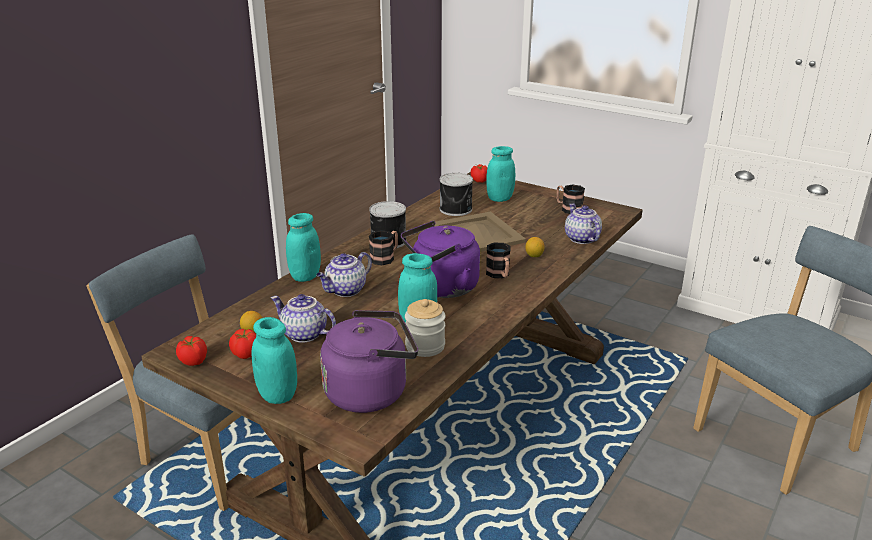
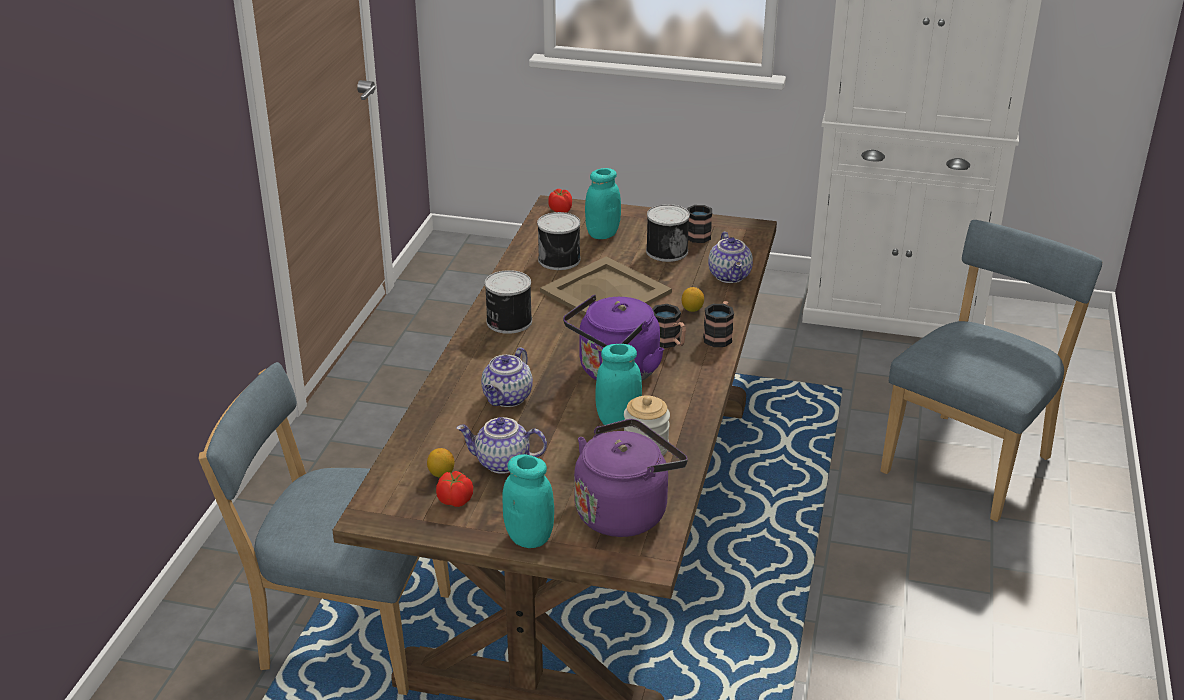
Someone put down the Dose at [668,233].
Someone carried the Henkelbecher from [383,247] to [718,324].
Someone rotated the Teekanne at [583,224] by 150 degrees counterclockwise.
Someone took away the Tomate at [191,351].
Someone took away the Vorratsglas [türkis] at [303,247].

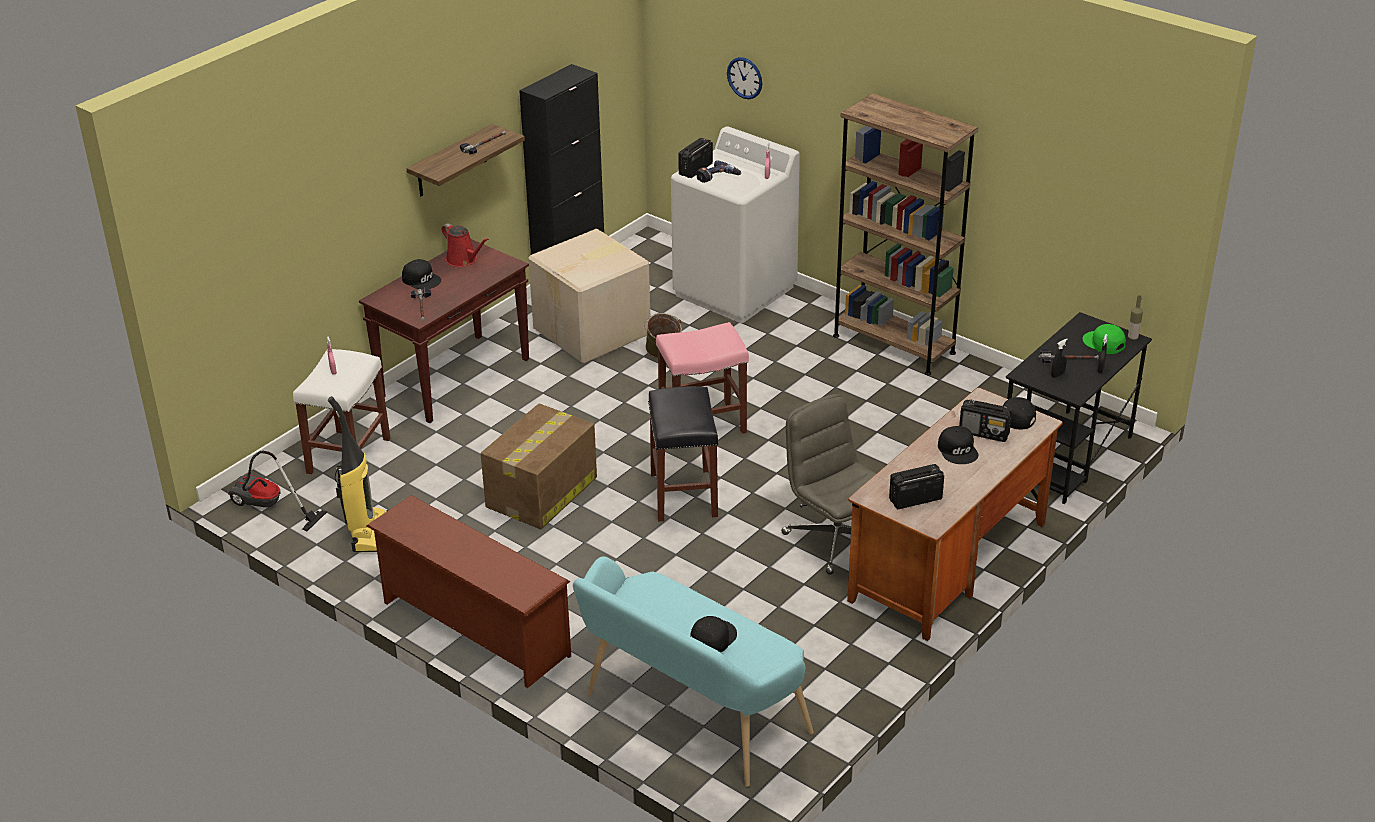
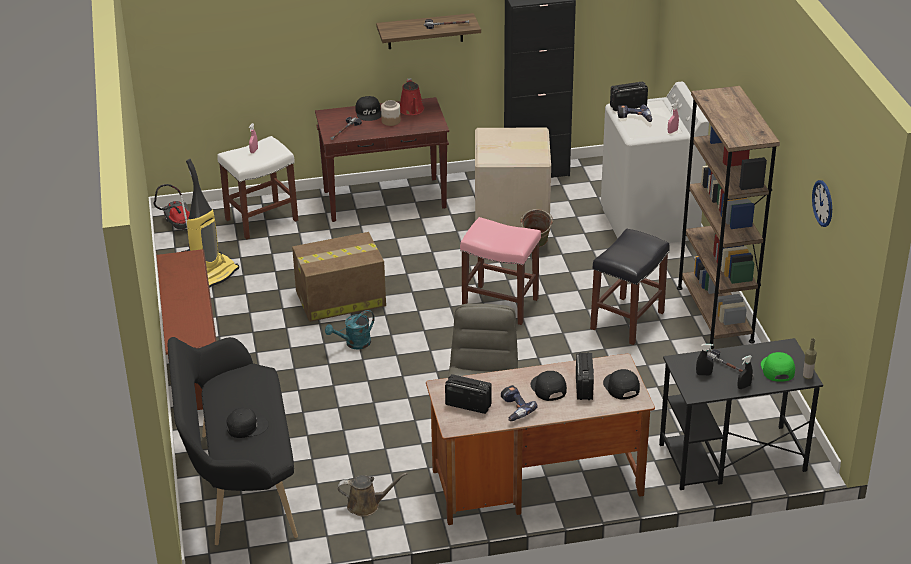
Someone repainted the Bank [türkis] at [693,671], which became the Bank [schwarz] at [233,441].
Someone put down the Gießkanne [türkis] at [350,330].
Someone put down the Gießkanne [braun] at [372,495].
Someone put down the Vorratsglas at [391,113].
Someone put down the Bohrmaschine at [519,403].
Someone rotated the Kappe [schwarz] at [958,445] by 135 degrees clockwise.
Someone rotated the Radio at [985,420] by 150 degrees counterclockwise.
Someone carried the Hocker [schwarz] from [683,454] to [630,286].
Someone carried the Wanduhr from [744,78] to [822,203].

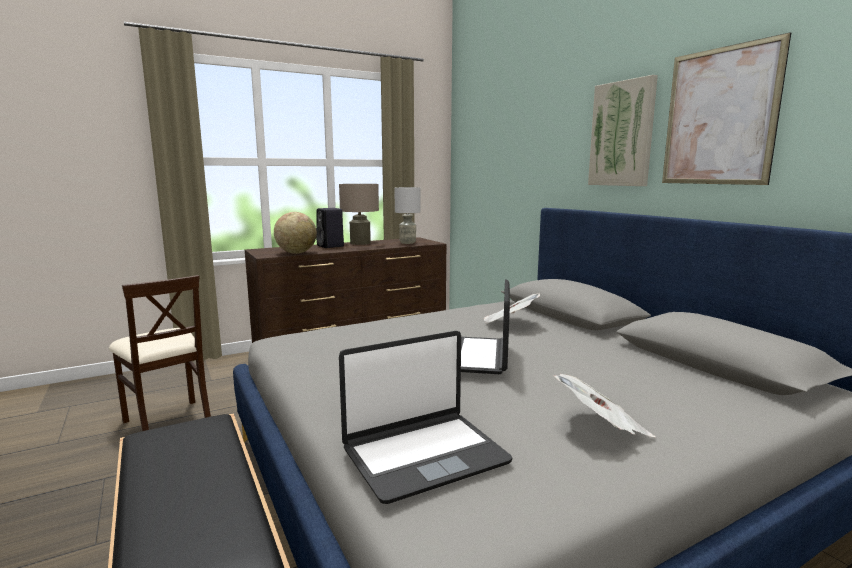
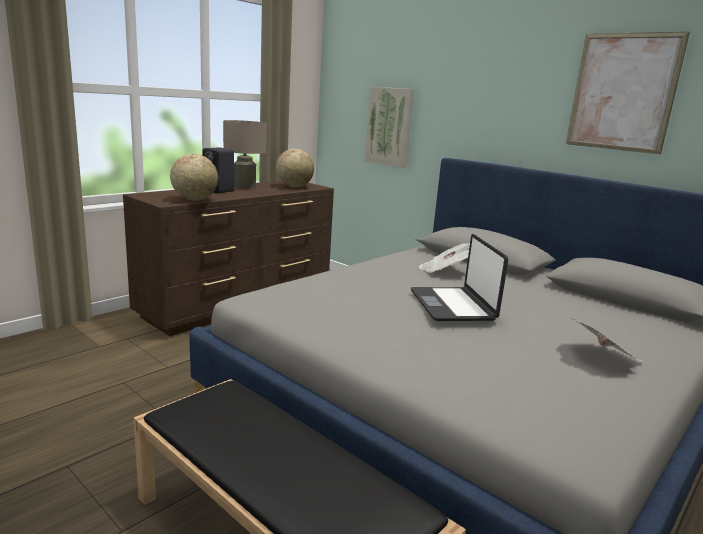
Someone swapped the Tischlampe [grau] at [407,215] for the Globus at [295,168].
Someone carried the Bild from [623,130] to [389,127].
Someone took away the Stuhl [beige] at [160,353].
Someone took away the Laptop at [426,417].

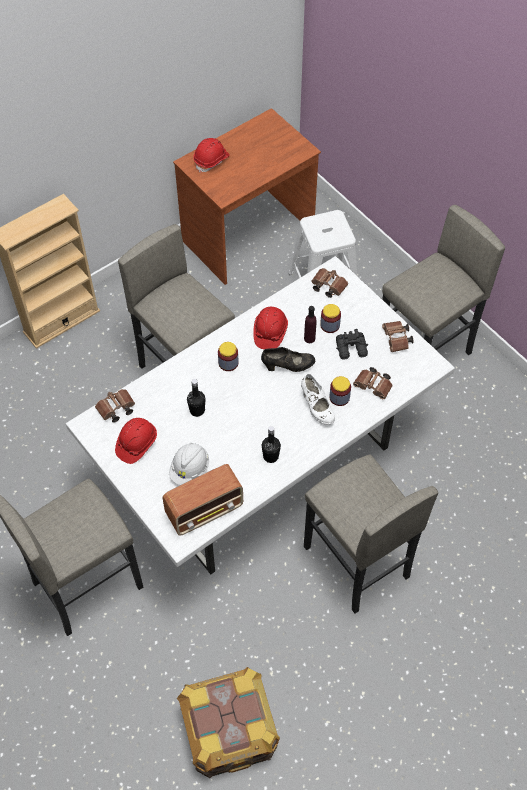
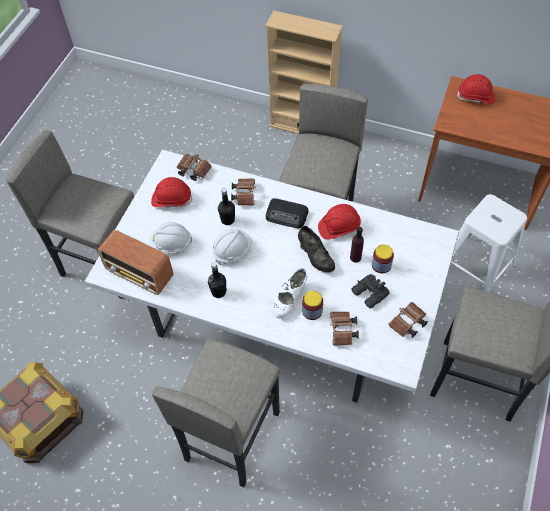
Someone put down the Schutzhelm [weiß] at [232,247].
Someone carried the Fernglas [braun] from [330,283] to [243,191].
Someone swapped the Vorratsglas at [228,356] for the Radio at [287,213].

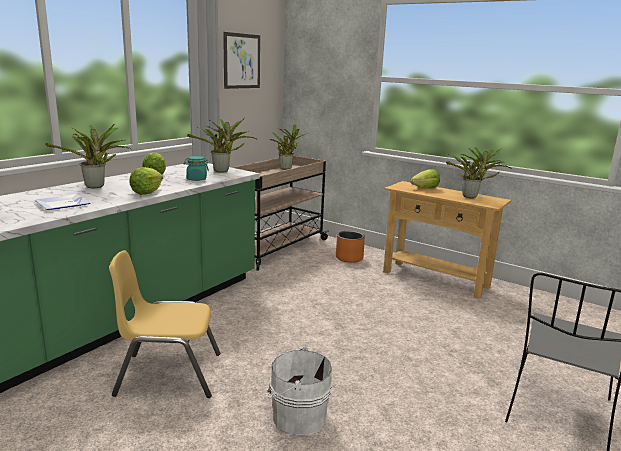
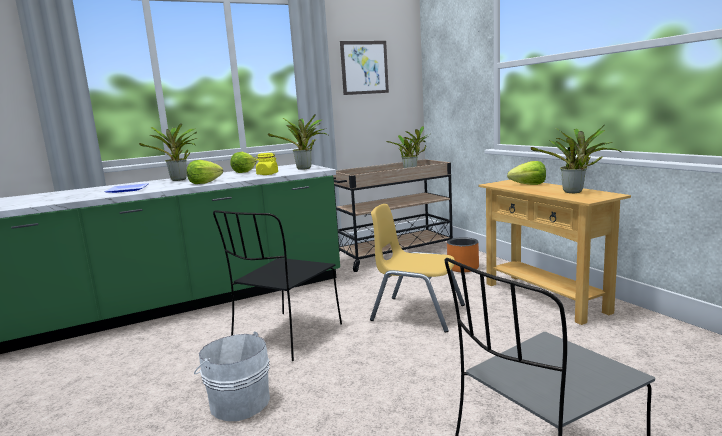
Someone put down the Stuhl [schwarz] at [277,285].
Someone repainted the Vorratsglas [türkis] at [196,168], which became the Vorratsglas [gelb] at [266,164].
Someone carried the Stuhl [gelb] from [164,324] to [417,268].

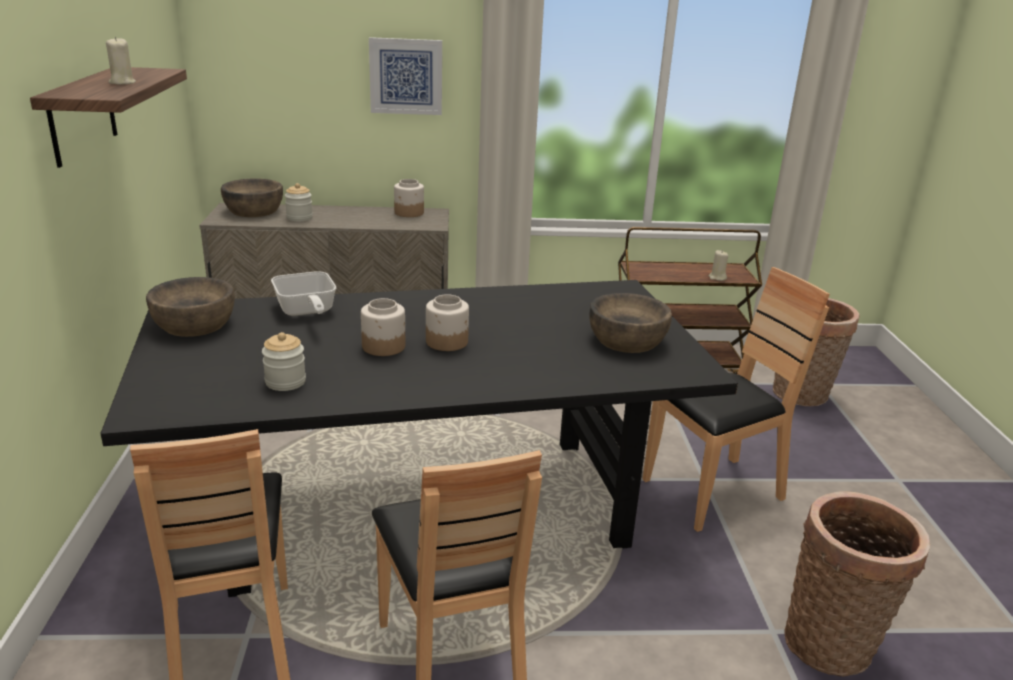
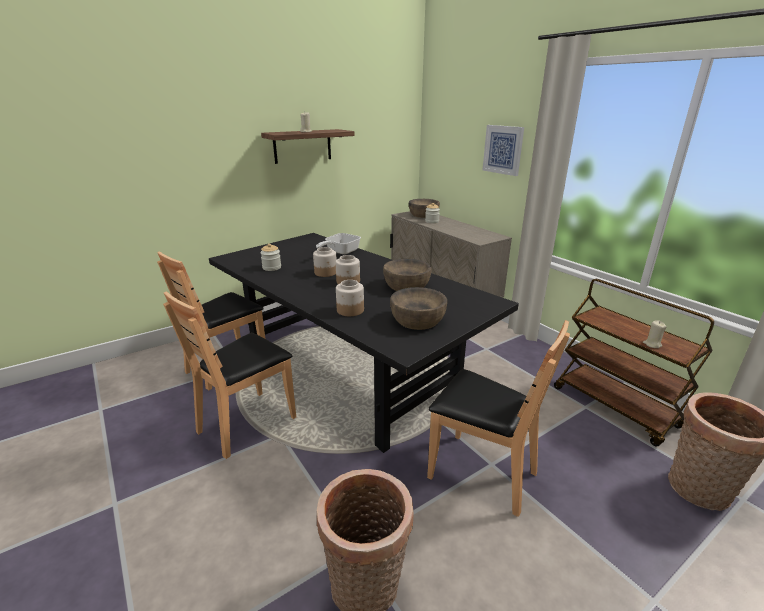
Someone carried the Vorratsglas from [409,198] to [350,298].
Someone carried the Schüssel [braun] from [190,307] to [407,275].

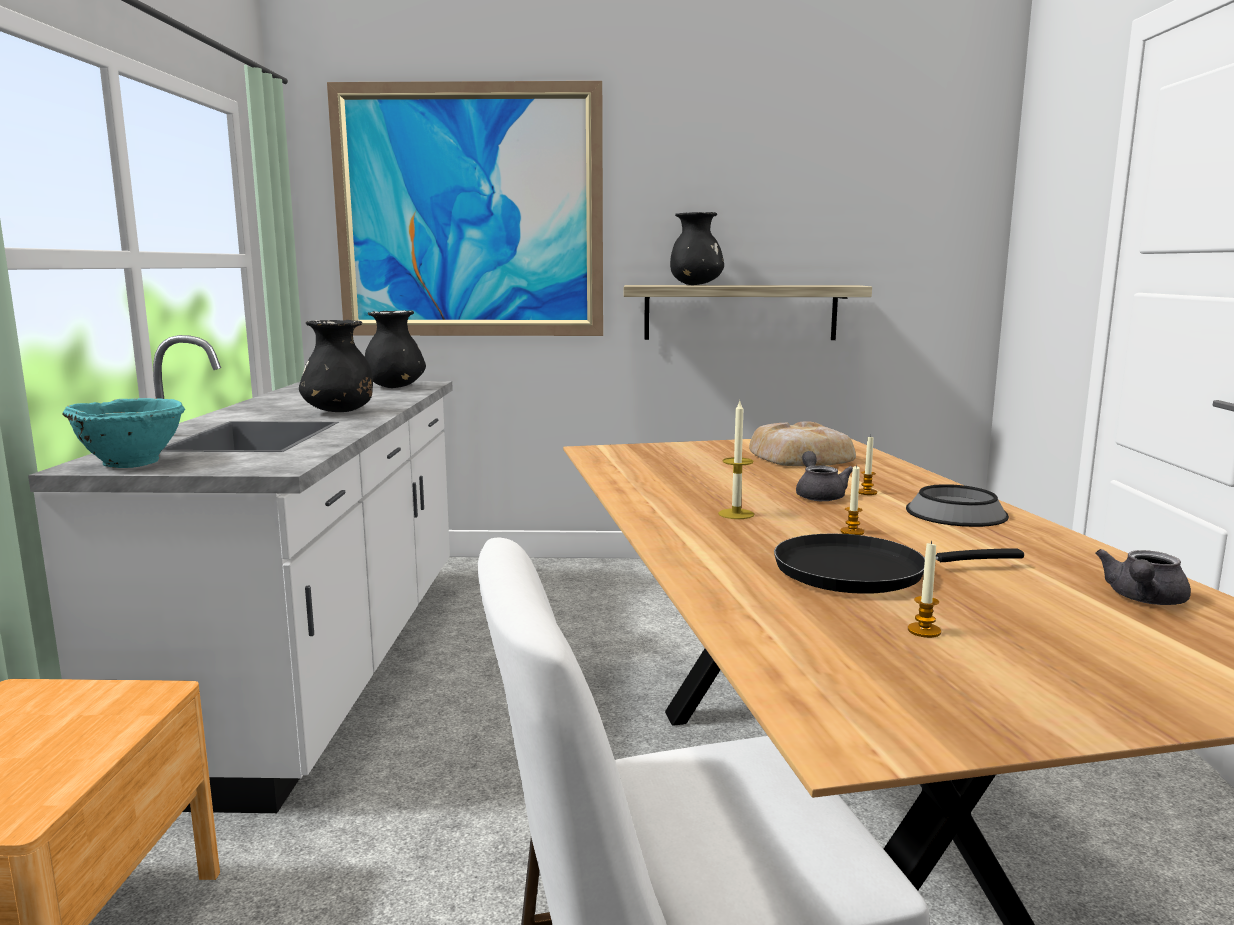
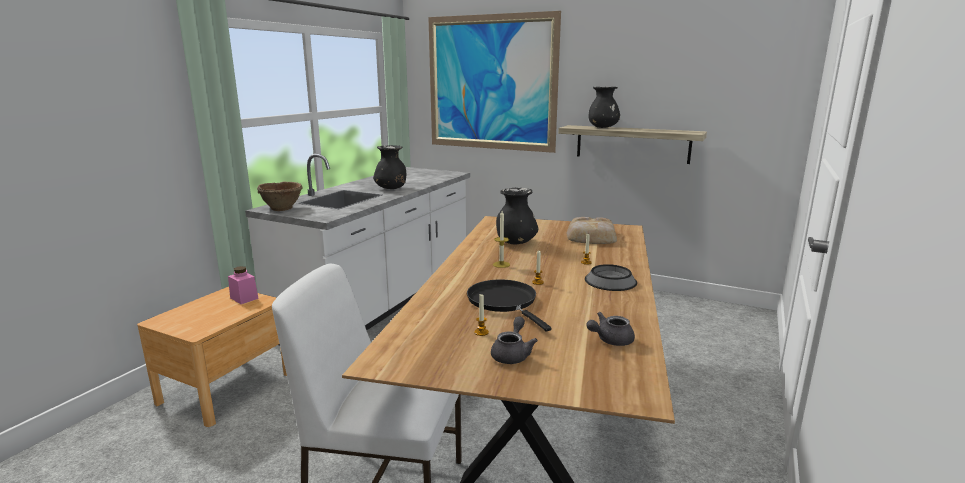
Someone put down the Vorratsglas [rosa] at [243,285].
Someone repainted the Schüssel [türkis] at [124,433], which became the Schüssel [braun] at [280,196].
Someone rotated the Pfanne [schwarz] at [899,564] by 45 degrees clockwise.
Someone carried the Teekanne [grau] from [824,476] to [514,340].
Someone carried the Vase [schwarz] from [395,349] to [517,215].

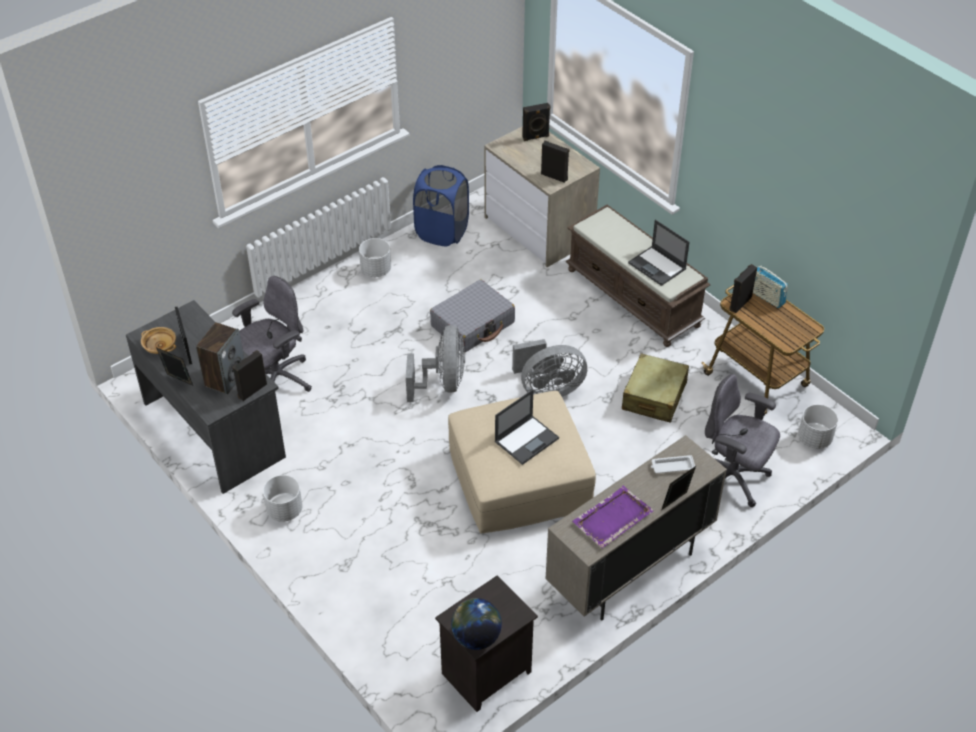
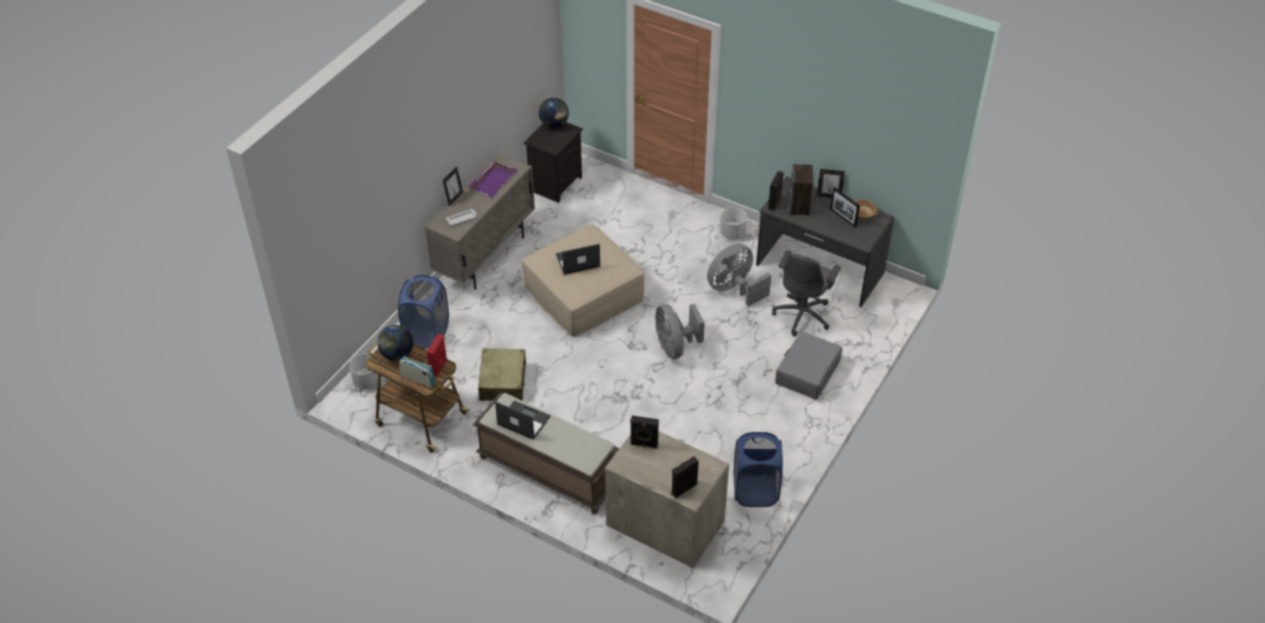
Someone put down the Globus at [395,343].
Someone swapped the Bürostuhl [grau] at [742,440] for the Wäschekorb [blau] at [423,312].
Someone repainted the Lautsprecher [schwarz] at [743,288], which became the Lautsprecher [rot] at [437,356].
Someone rotated the Laptop at [527,427] by 45 degrees clockwise.
Someone carried the Ventilator [grau] from [549,368] to [739,275].
Someone carried the Koffer [grau] from [472,316] to [808,366].
Someone took away the Pflanzkübel [weiß] at [375,257].

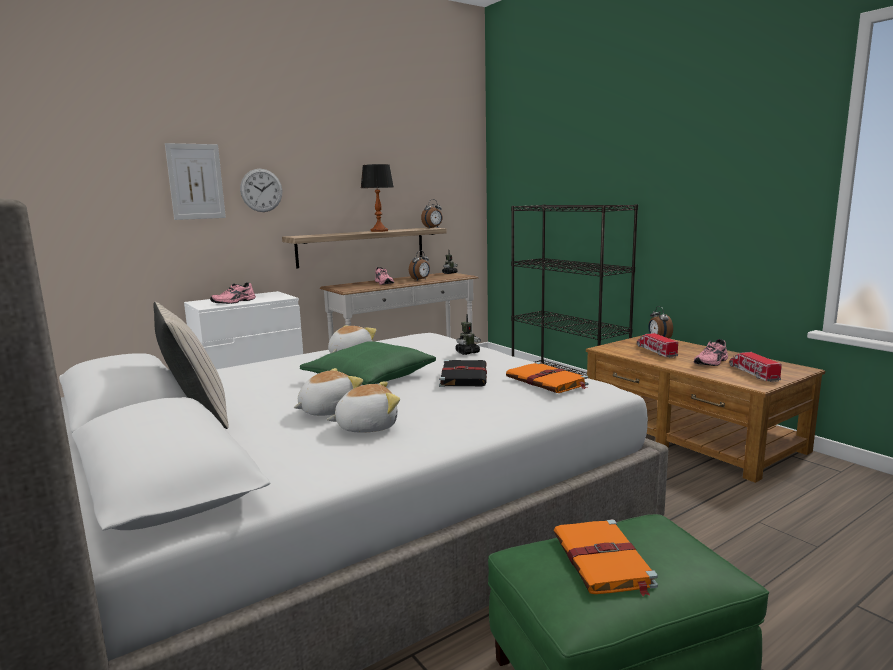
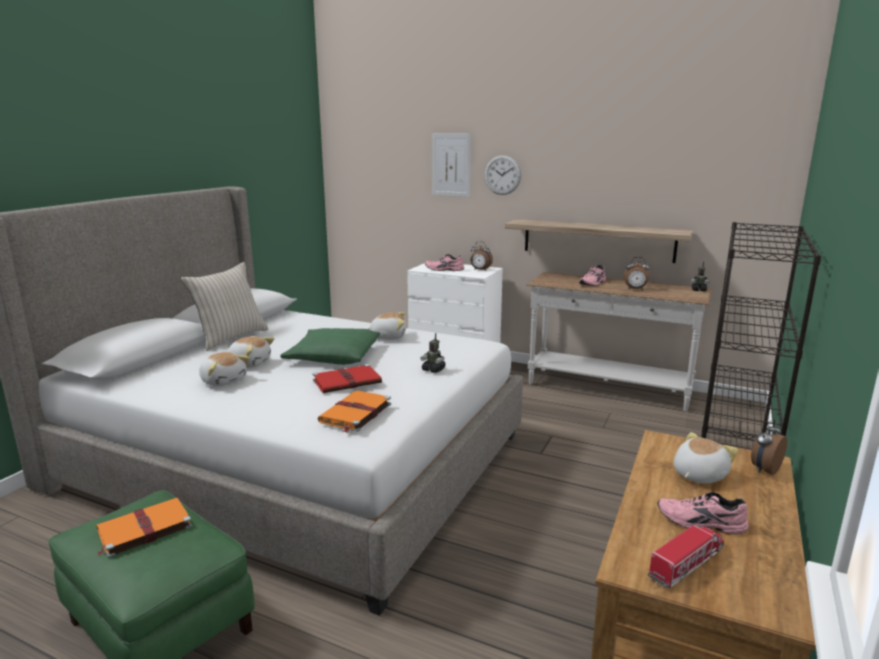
Someone repainted the Buch [schwarz] at [463,373], which became the Buch [rot] at [347,378].
Someone carried the Wecker from [432,213] to [481,256].
Someone swapped the Spielzeuglaster at [657,345] for the Plüschtier at [706,458].
Someone took away the Tischlampe at [377,198].

